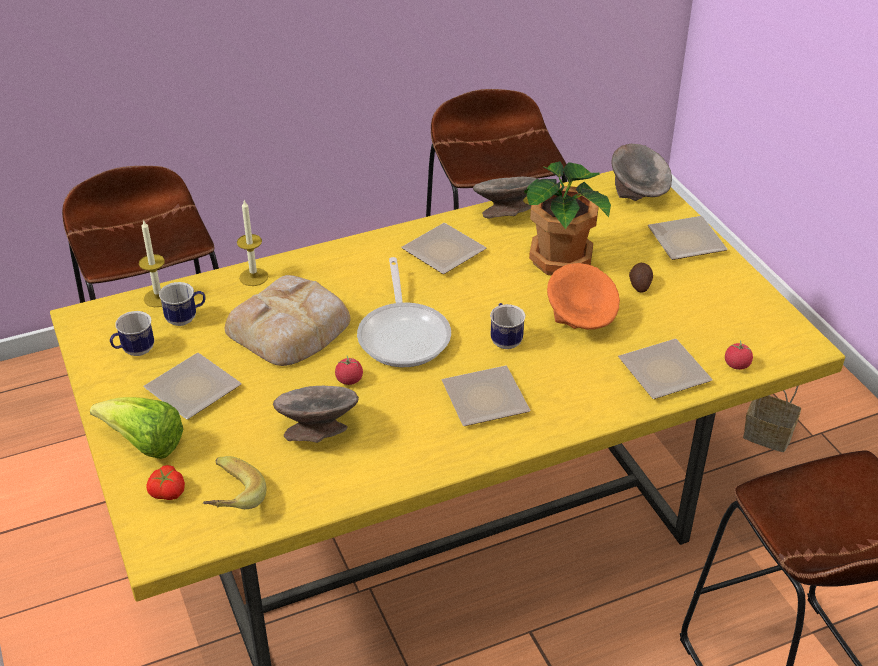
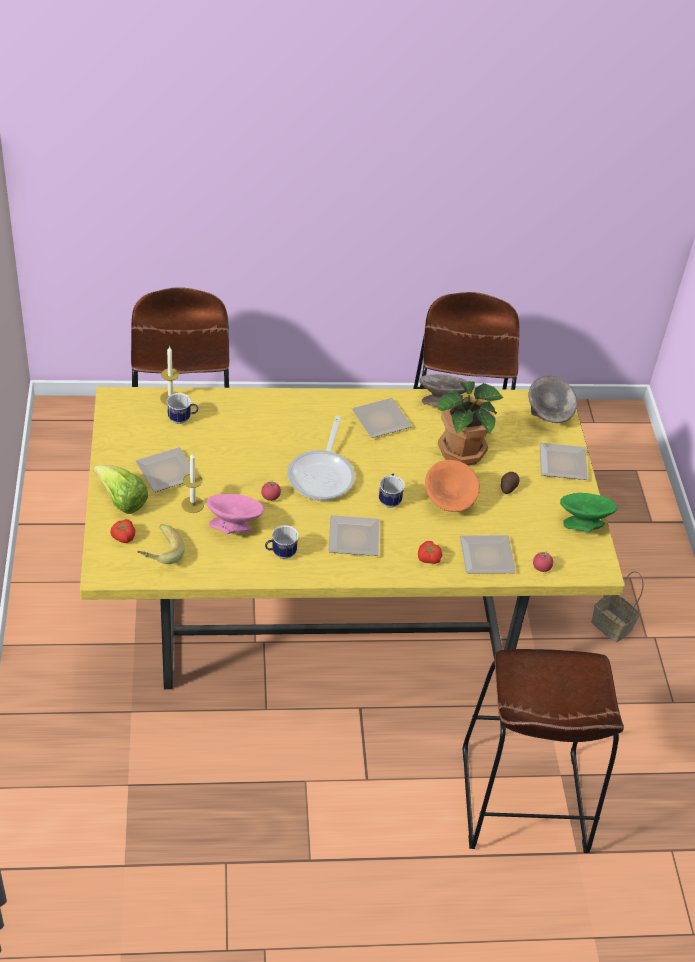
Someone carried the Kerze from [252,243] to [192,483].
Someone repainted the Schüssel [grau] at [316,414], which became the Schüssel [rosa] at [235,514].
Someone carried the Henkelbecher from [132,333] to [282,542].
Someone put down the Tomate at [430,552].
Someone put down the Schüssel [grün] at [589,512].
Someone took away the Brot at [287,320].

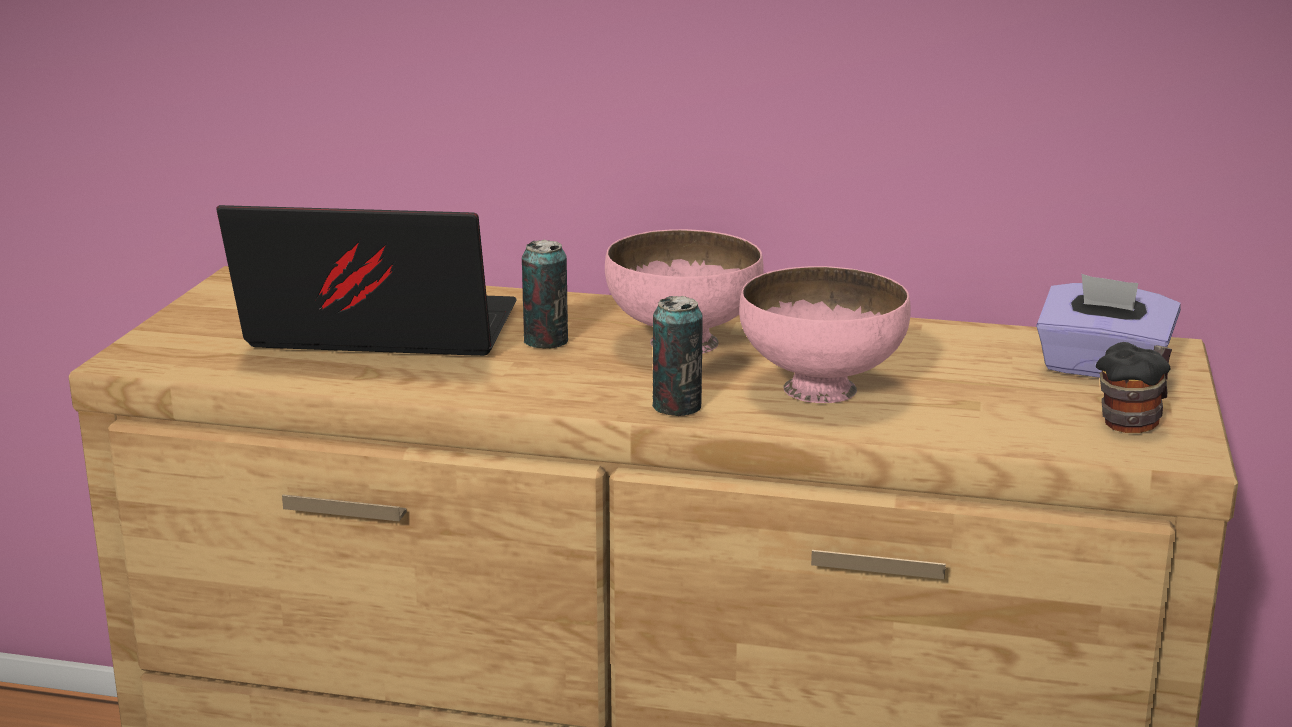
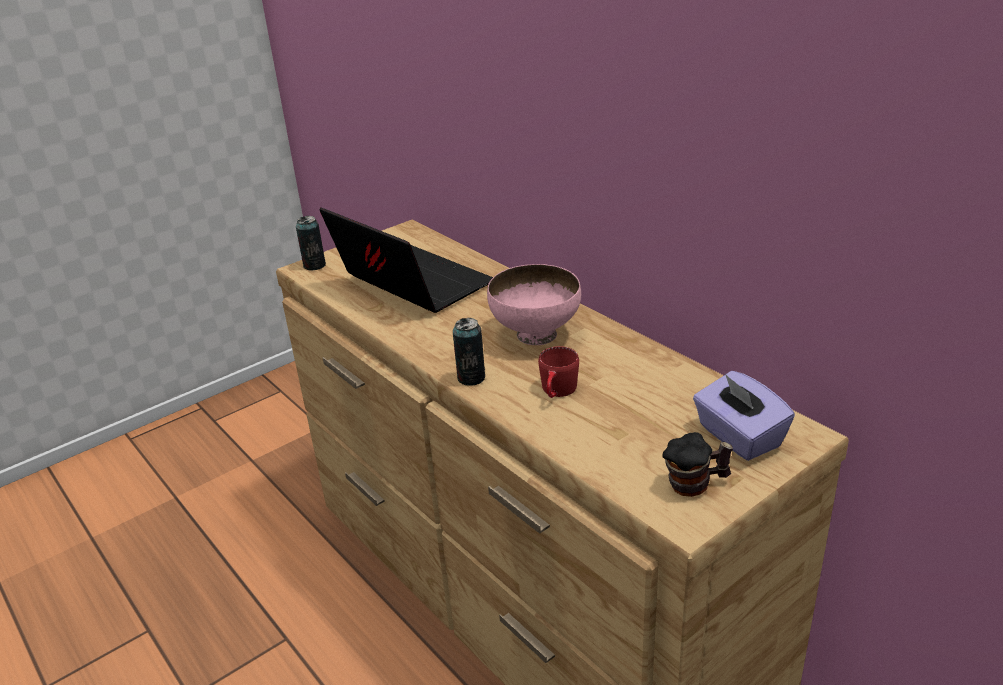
Someone carried the Dose from [545,294] to [311,243].
Someone swapped the Schüssel [rosa] at [825,334] for the Henkelbecher [rot] at [558,372].

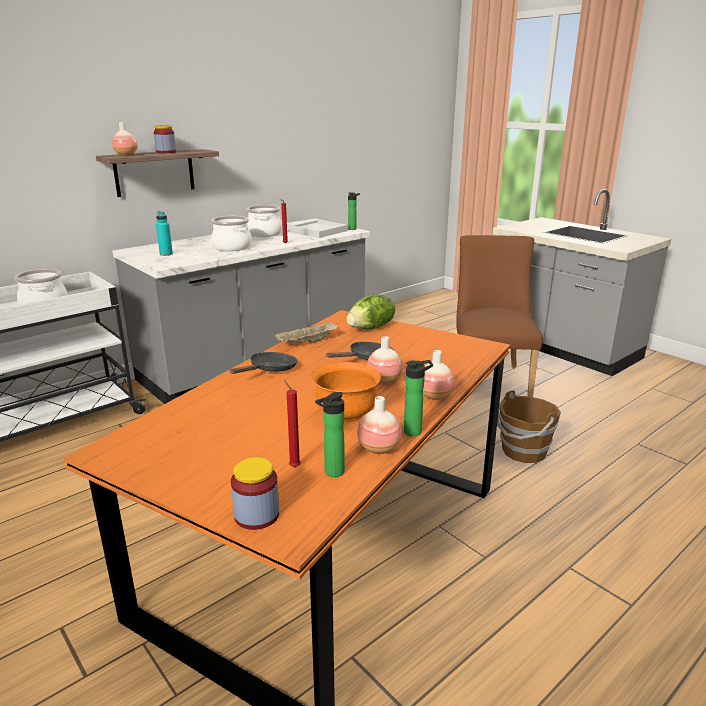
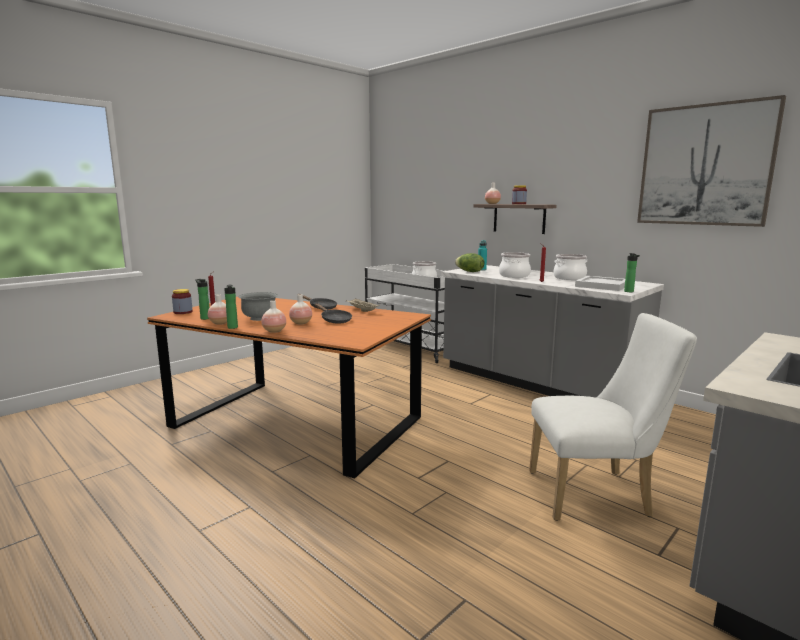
Someone repainted the Schüssel [orange] at [346,392], which became the Schüssel [grau] at [258,306].
Someone carried the Salatkopf from [371,311] to [470,262].
Someone repainted the Stuhl [braun] at [499,316], which became the Stuhl [weiß] at [613,417].
Someone put up the Bild at [711,161].
Someone took away the Eimer [braun] at [529,426].

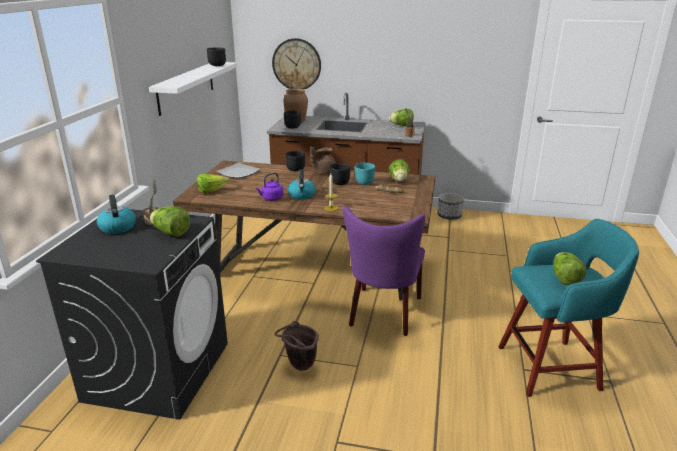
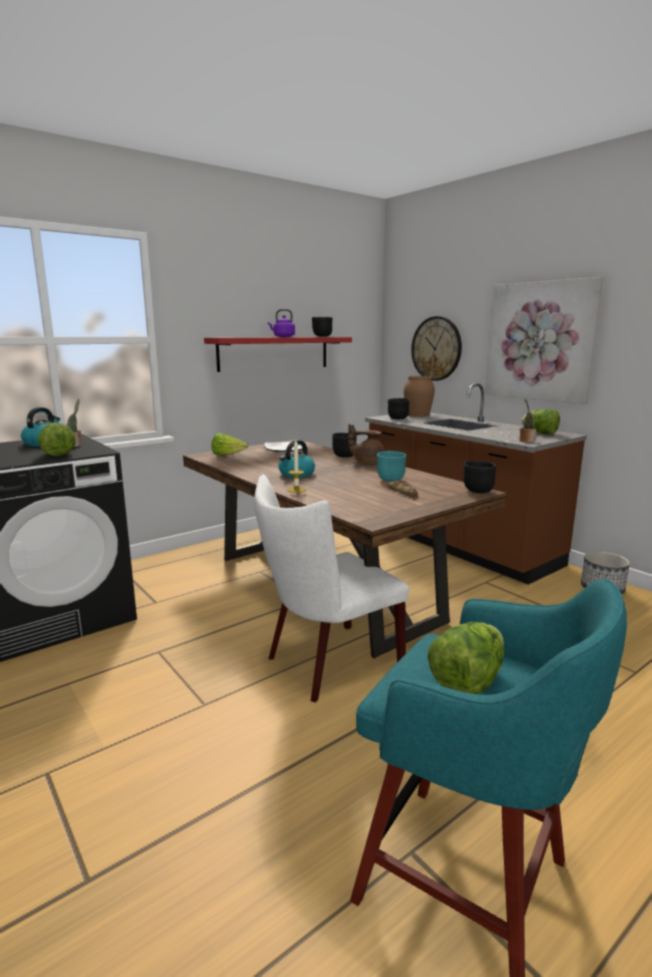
Someone repainted the Wandregal [weiß] at [193,89], which became the Wandregal [rot] at [278,354].
Someone repainted the Stuhl [lila] at [384,271], which became the Stuhl [weiß] at [331,588].
Someone carried the Wasserkessel [lila] from [270,186] to [281,323].
Someone carried the Schüssel [schwarz] from [340,174] to [479,476].
Someone put up the Bild at [544,340].
Someone took away the Eimer [braun] at [297,346].
Someone took away the Salatkopf at [399,170].

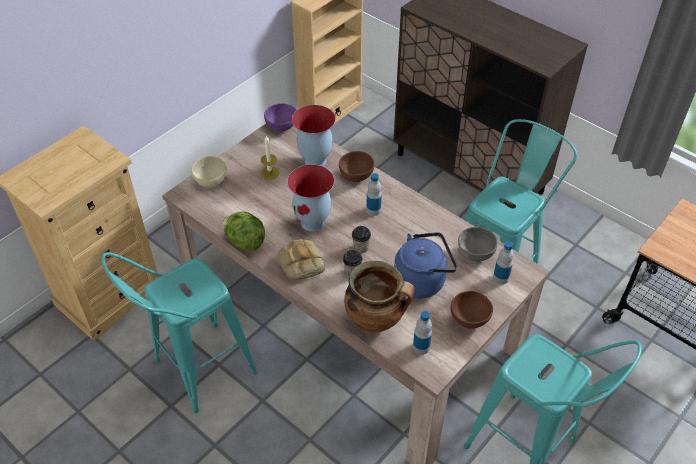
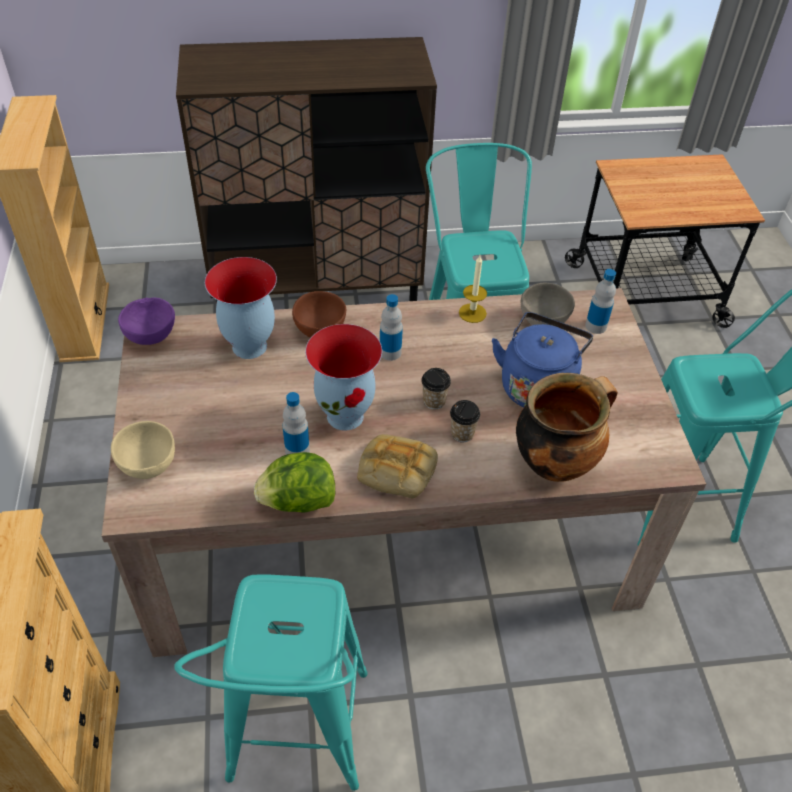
Someone carried the Flasche from [422,333] to [296,423].
Someone carried the Kerze from [270,158] to [473,289].
Someone took away the Schüssel [braun] at [471,310].

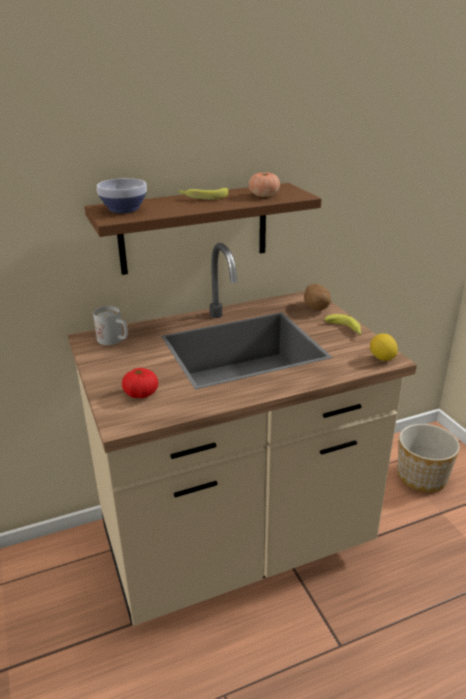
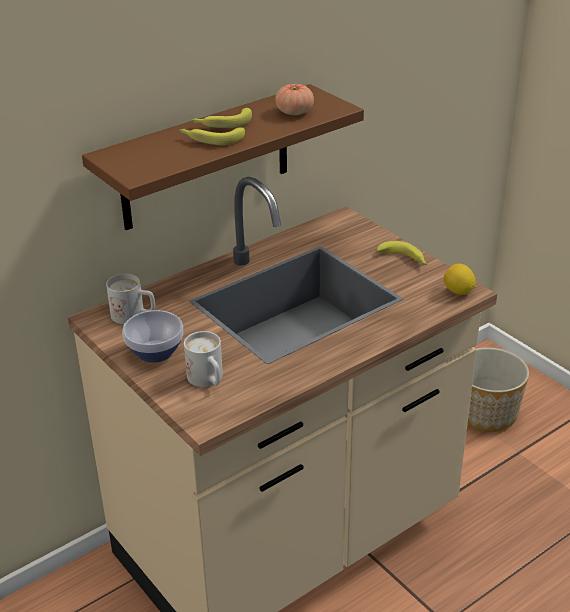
Someone carried the Schüssel from [122,195] to [153,336].
Someone put down the Banane at [212,136].
Someone swapped the Tomate at [140,383] for the Henkelbecher [weiß] at [203,359].
Someone took away the Kartoffel at [317,297].

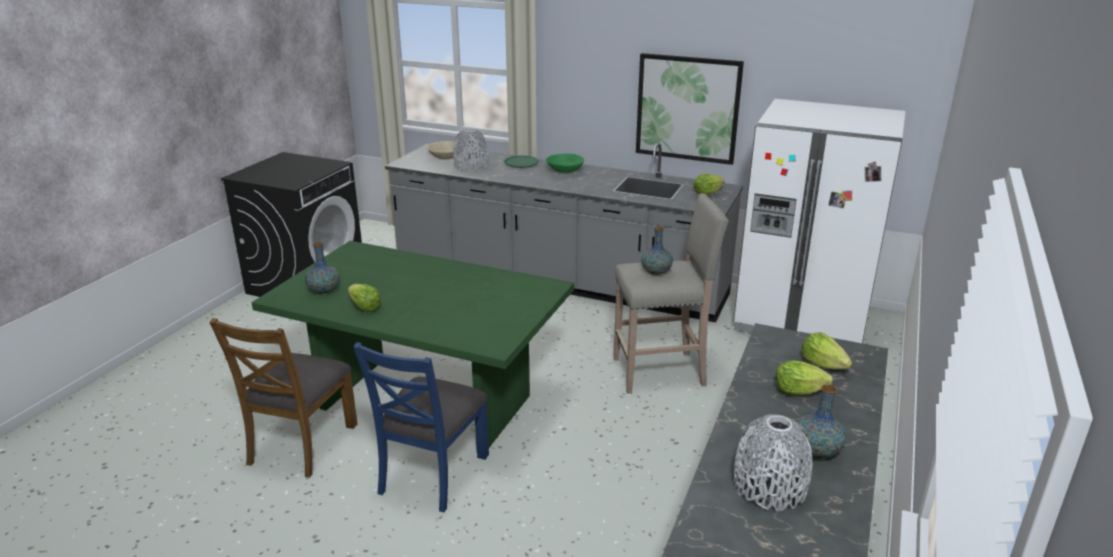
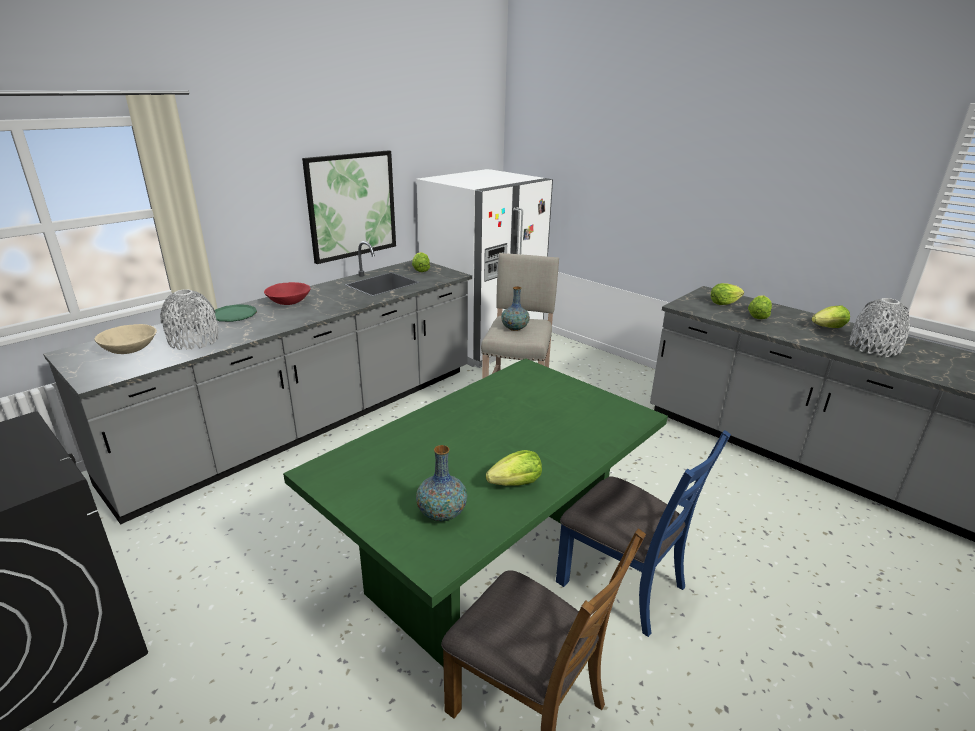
Someone repainted the Schüssel [grün] at [565,163], which became the Schüssel [rot] at [287,293].
Someone swapped the Vase at [821,421] for the Salatkopf at [831,317].

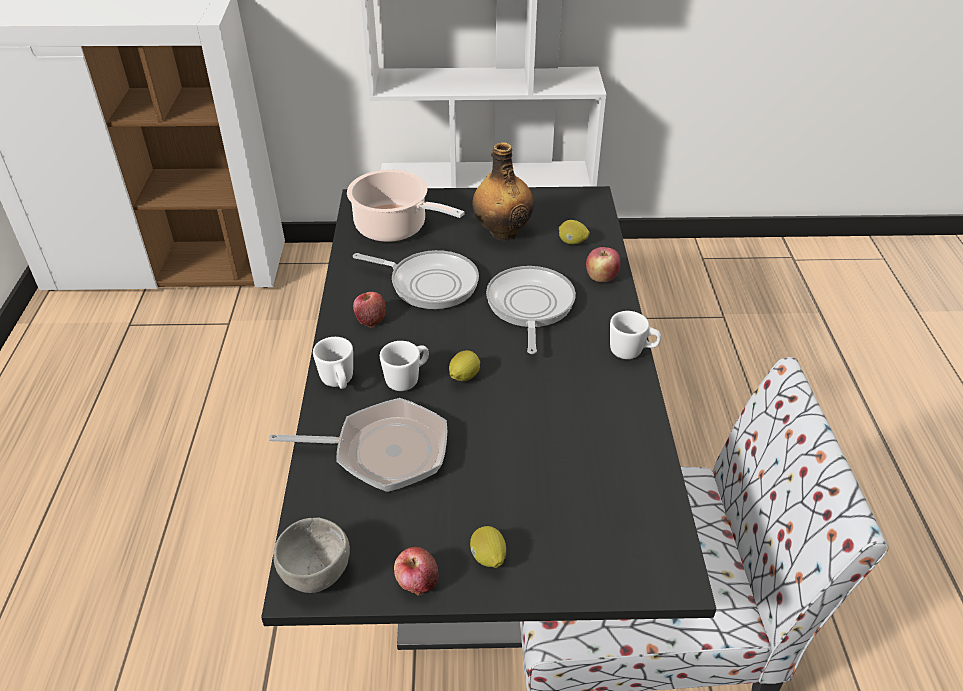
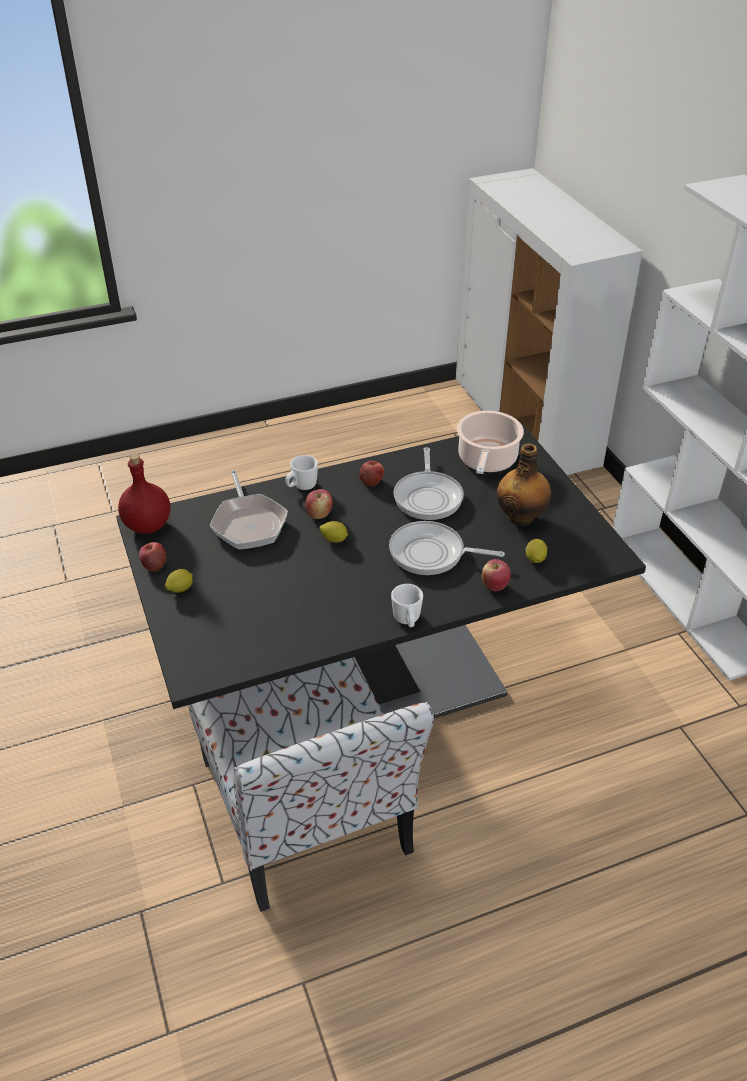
Someone swapped the Schüssel [grau] at [311,555] for the Flasche [rot] at [144,494].
Someone swapped the Henkelbecher [weiß] at [404,366] for the Apfel at [319,504].
Someone rotated the Pfanne at [531,310] by 150 degrees counterclockwise.

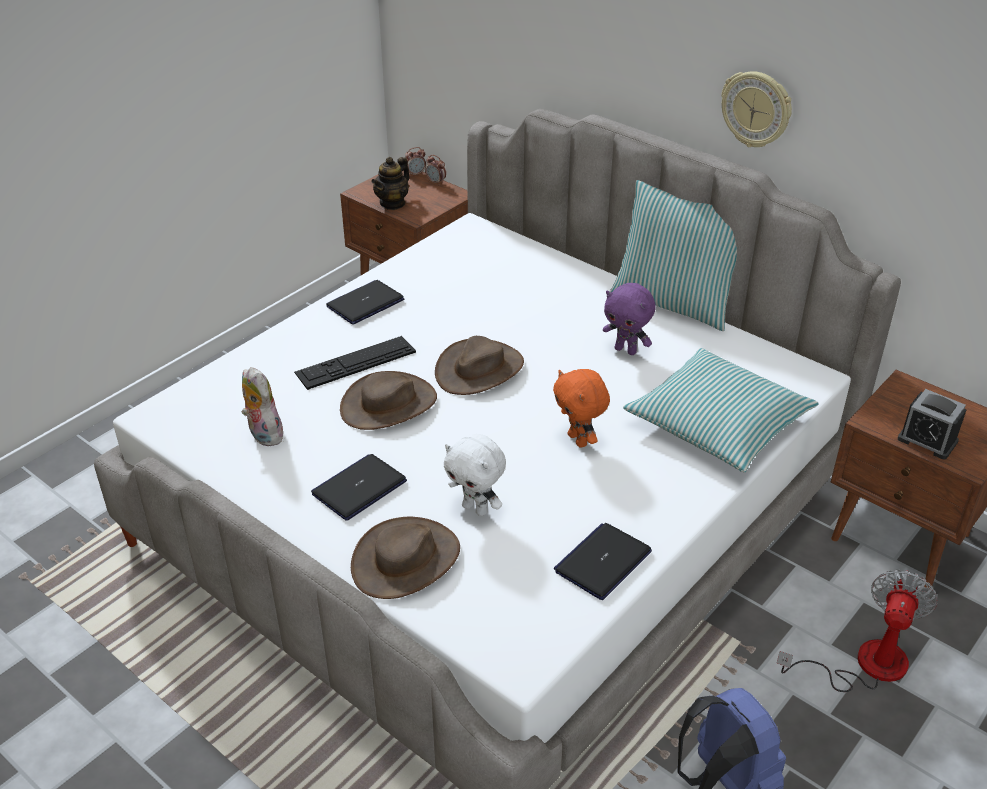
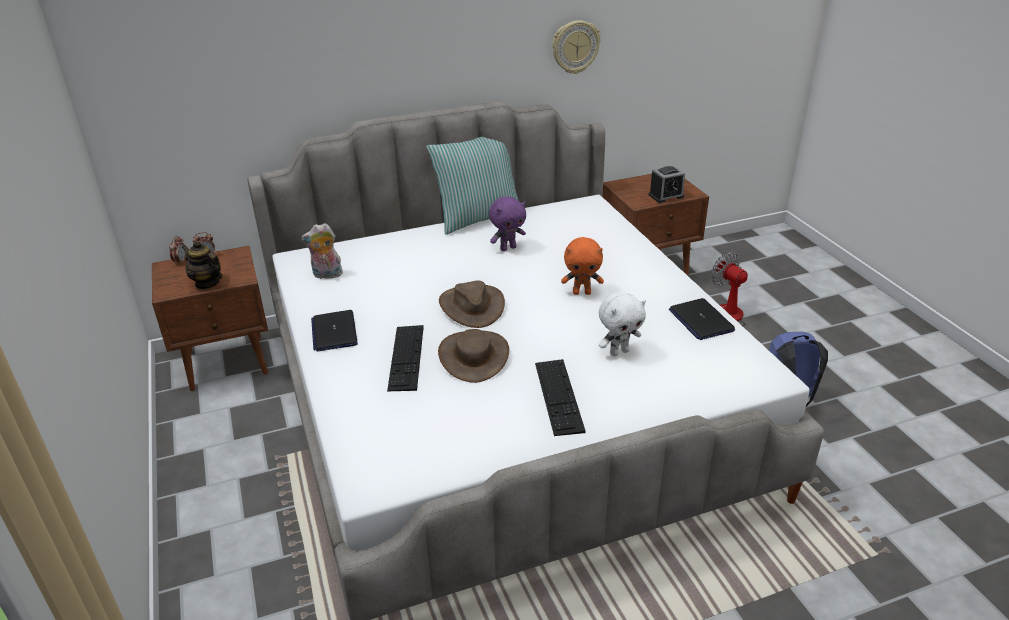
Someone rotated the Teekanne at [390,183] by 150 degrees clockwise.
Someone carried the Plüschtier from [263,406] to [322,251].
Someone swapped the Laptop at [359,487] for the Tastatur at [560,397].
Someone carried the Wanduhr from [756,109] to [576,47].
Someone took away the Hut [braun] at [405,558].
Someone took away the Kissen at [721,410].

